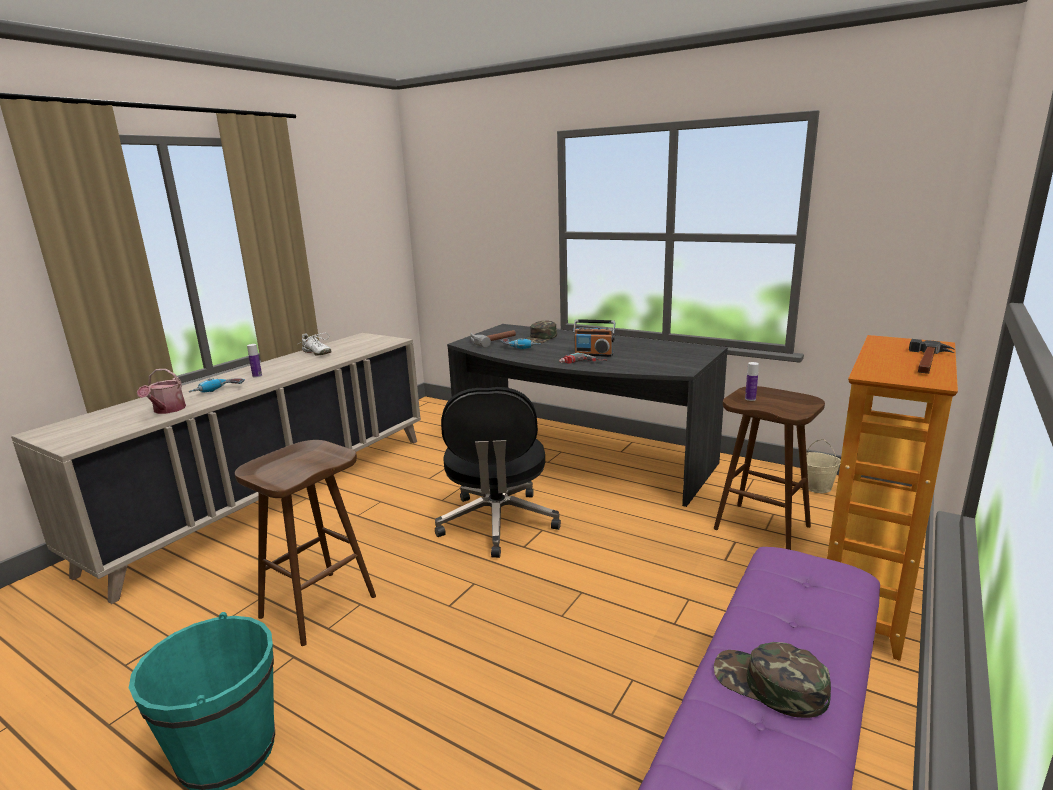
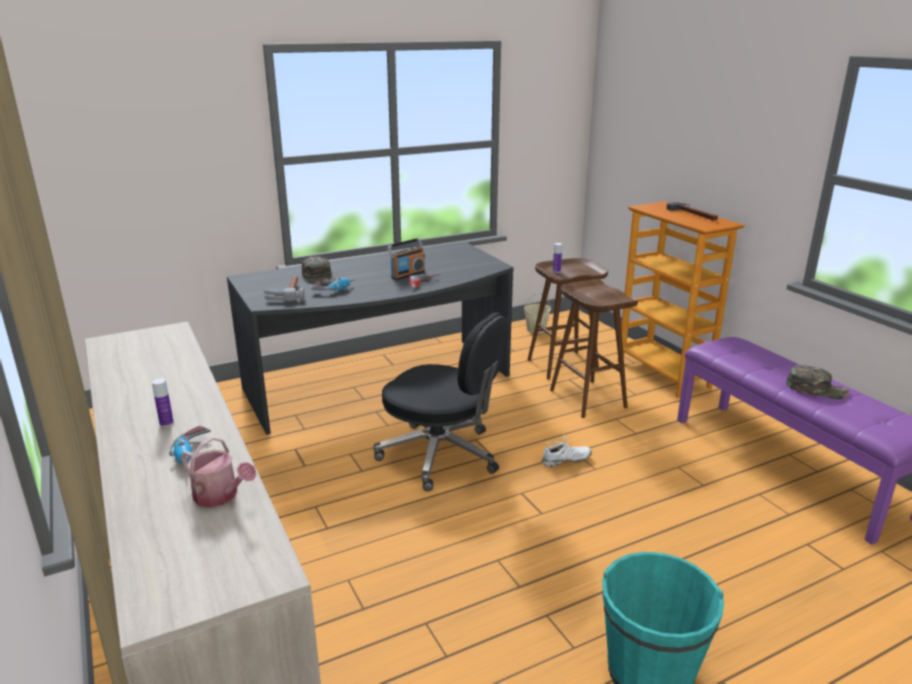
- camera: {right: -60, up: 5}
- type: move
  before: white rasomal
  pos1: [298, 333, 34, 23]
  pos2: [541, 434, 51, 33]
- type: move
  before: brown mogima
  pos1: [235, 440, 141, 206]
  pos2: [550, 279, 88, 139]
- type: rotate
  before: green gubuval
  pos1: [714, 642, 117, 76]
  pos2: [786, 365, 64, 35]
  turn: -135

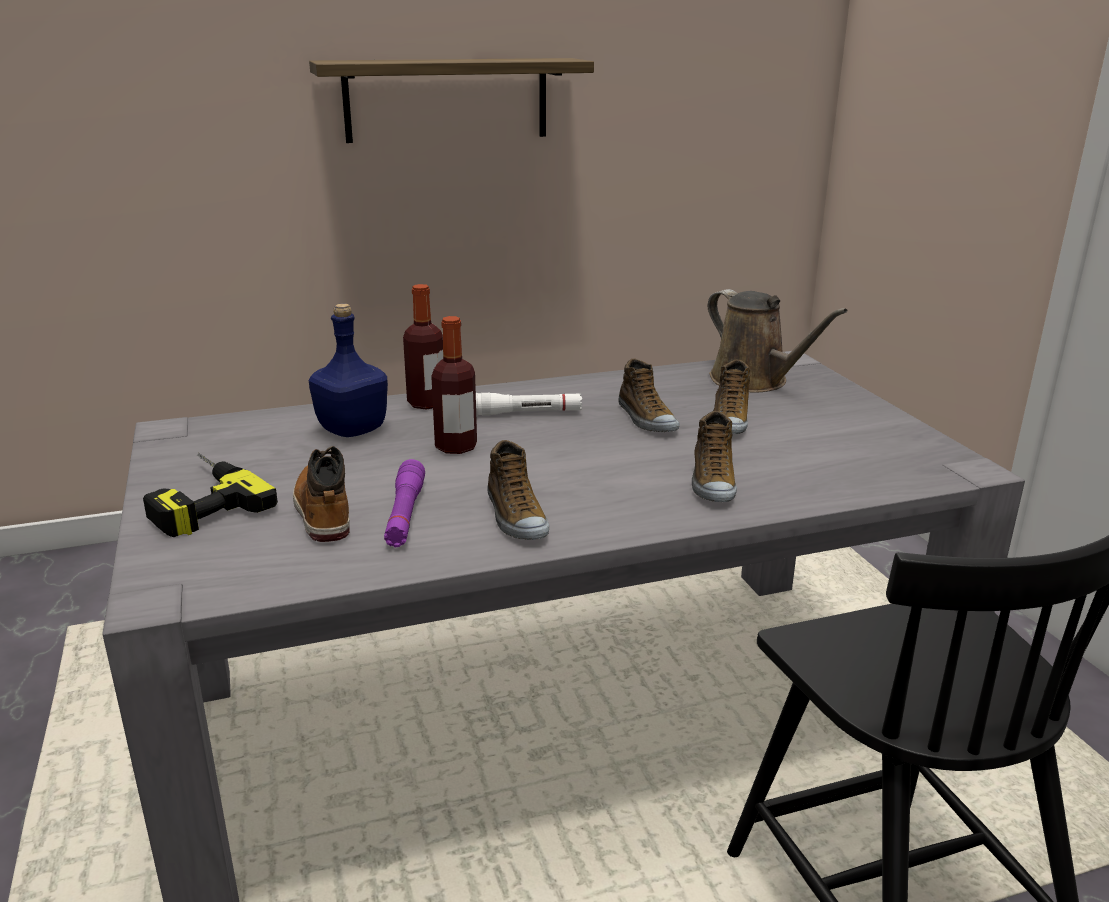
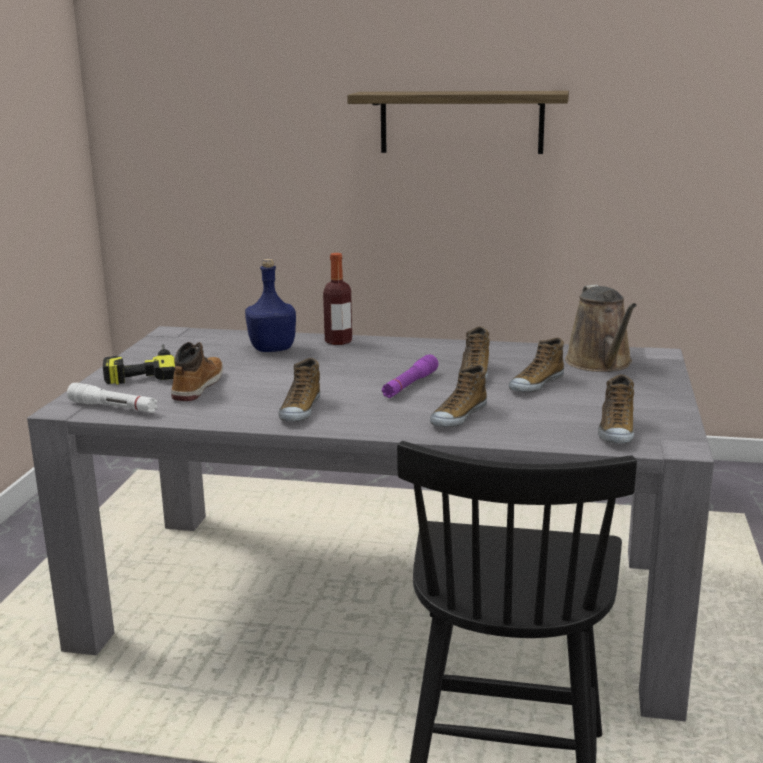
- camera: {right: 30, up: -5}
- type: move
  before: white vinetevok
  pos1: [476, 393, 106, 23]
  pos2: [67, 383, 91, 30]
- type: move
  before: purple vinetevok
  pos1: [384, 459, 41, 88]
  pos2: [382, 354, 56, 44]
- type: insert
  after: rasomal
  pos2: [598, 374, 36, 70]
- type: delete
  before: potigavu
  pos1: [431, 316, 46, 138]

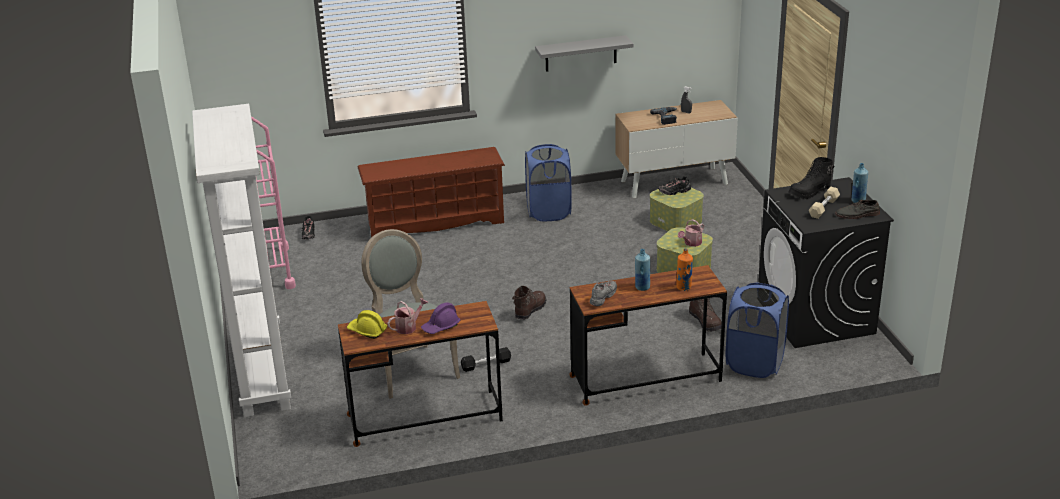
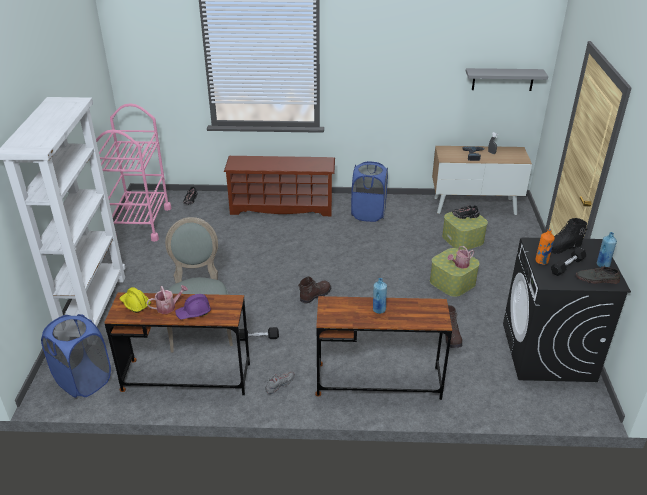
- camera: {right: 15, up: 5}
- type: move
  before: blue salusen
  pos1: [726, 282, 63, 96]
  pos2: [41, 314, 70, 84]
- type: move
  before: grey rasomal
  pos1: [590, 281, 27, 25]
  pos2: [265, 371, 30, 23]
- type: move
  before: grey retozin
  pos1: [535, 35, 99, 37]
  pos2: [466, 68, 82, 23]
- type: move
  before: orange potigavu
  pos1: [676, 248, 17, 43]
  pos2: [535, 229, 20, 36]
- type: recolor
  before: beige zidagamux
  after: black zidagamux
  pos1: [809, 187, 31, 32]
  pos2: [551, 247, 35, 29]

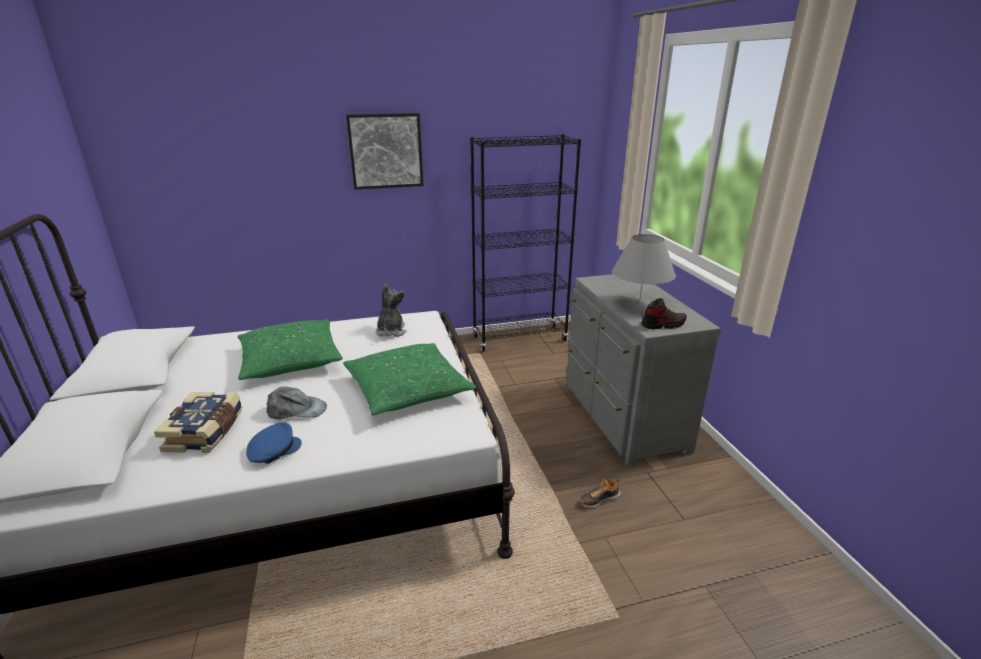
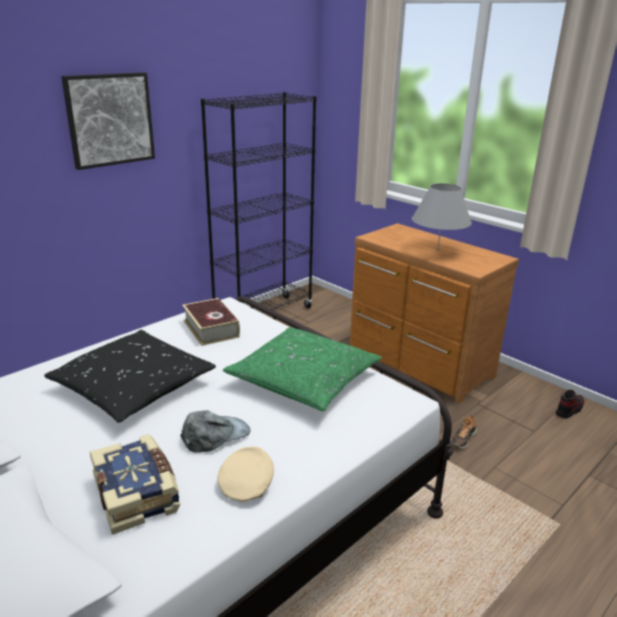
- camera: {right: -30, up: 0}
- type: recolor
  before: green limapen
  after: black limapen
  pos1: [238, 319, 105, 61]
  pos2: [44, 330, 172, 93]
- type: replace
  before: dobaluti
  after: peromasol
  pos1: [375, 284, 32, 53]
  pos2: [182, 298, 58, 48]
- type: recolor
  before: blue gubuval
  after: beige gubuval
  pos1: [246, 422, 56, 42]
  pos2: [218, 446, 56, 56]
- type: recolor
  before: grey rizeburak
  after: brown rizeburak
  pos1: [566, 274, 155, 192]
  pos2: [350, 223, 169, 180]
- type: move
  before: rasomal
  pos1: [642, 298, 45, 31]
  pos2: [556, 390, 28, 29]

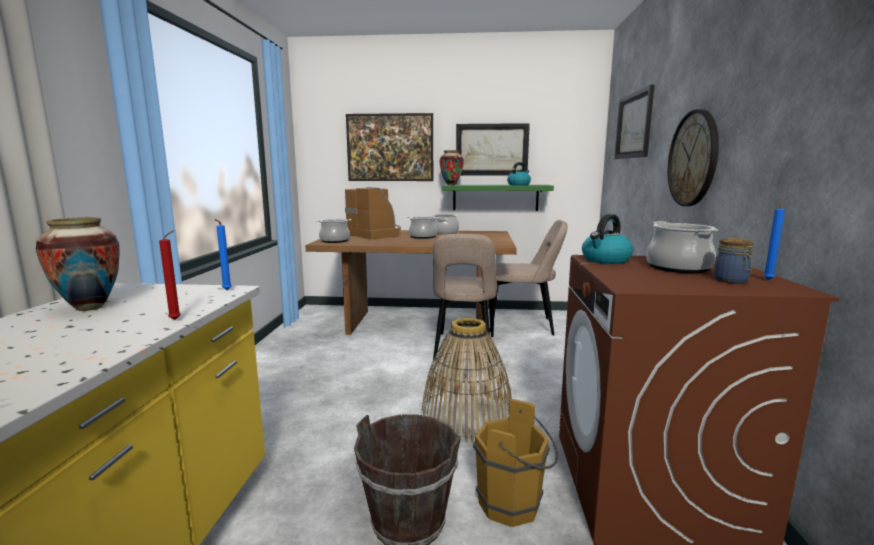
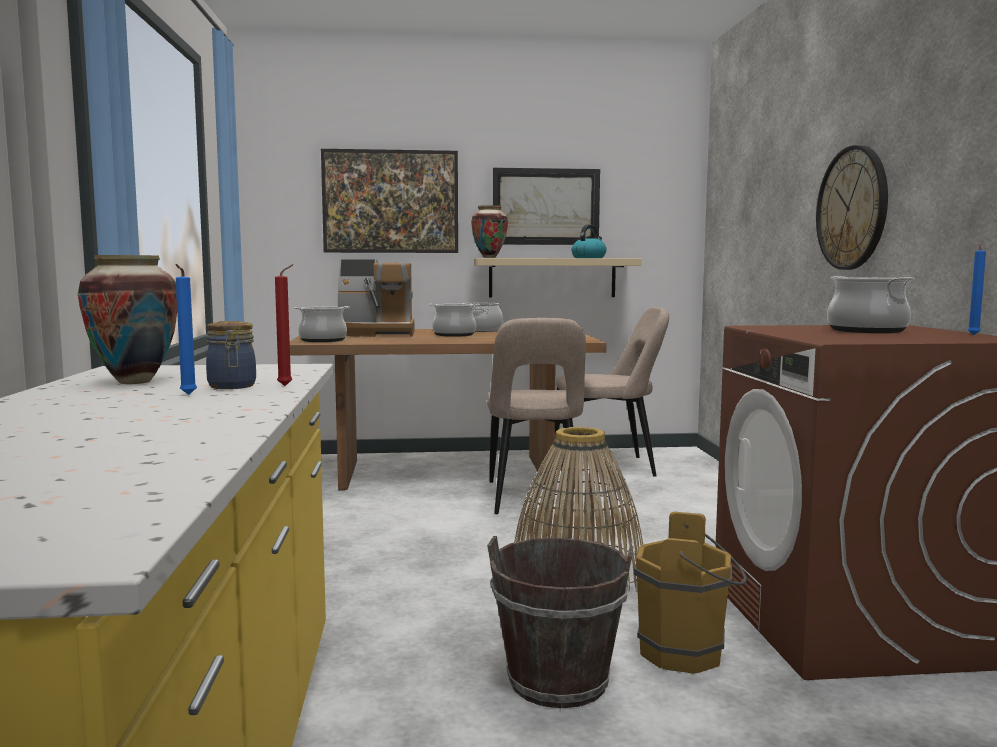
- camera: {right: -10, up: -5}
- type: move
  before: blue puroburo
  pos1: [214, 219, 18, 71]
  pos2: [175, 264, 22, 131]
- type: move
  before: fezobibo
  pos1: [714, 238, 40, 46]
  pos2: [206, 321, 50, 68]
- type: rotate
  before: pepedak
  pos1: [345, 187, 56, 53]
  pos2: [338, 260, 76, 77]
  turn: 135
- type: recolor
  before: green retozin
  after: beige retozin
  pos1: [442, 185, 112, 26]
  pos2: [474, 258, 167, 40]
- type: delete
  before: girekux
  pos1: [582, 214, 51, 50]
- type: delete
  before: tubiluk
  pos1: [614, 84, 40, 75]

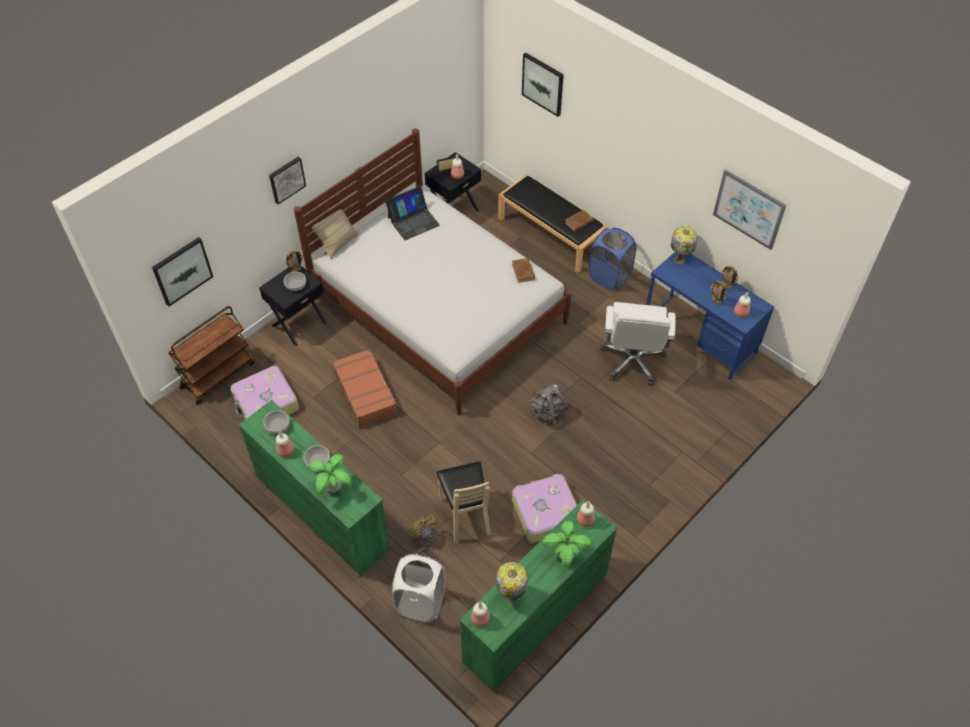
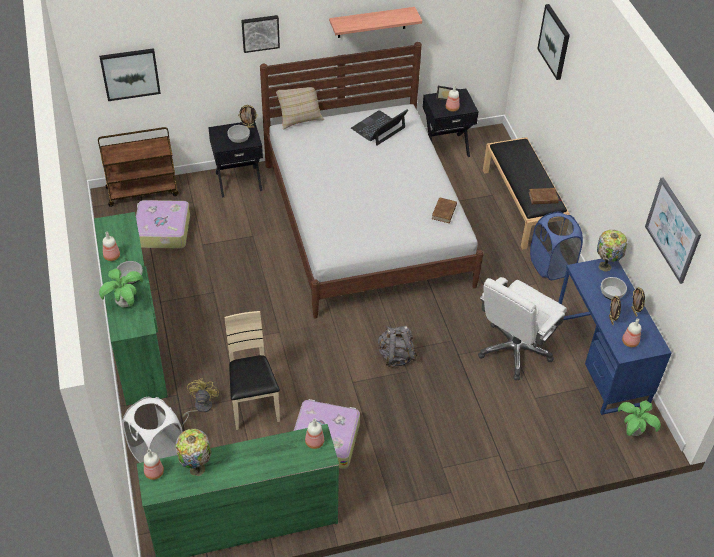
- camera: {right: 30, up: -5}
- type: rotate
  before: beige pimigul
  pos1: [436, 462, 55, 81]
  pos2: [224, 311, 56, 119]
  turn: 150
- type: insert
  after: retozin
  pos2: [329, 7, 93, 31]
- type: rotate
  before: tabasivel
  pos1: [385, 186, 55, 54]
  pos2: [351, 109, 57, 37]
  turn: 135
- type: move
  before: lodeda
  pos1: [263, 410, 27, 24]
  pos2: [601, 277, 26, 23]
- type: move
  before: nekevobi
  pos1: [543, 521, 49, 47]
  pos2: [618, 400, 43, 36]
- type: delete
  before: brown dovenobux
  pos1: [333, 349, 64, 79]

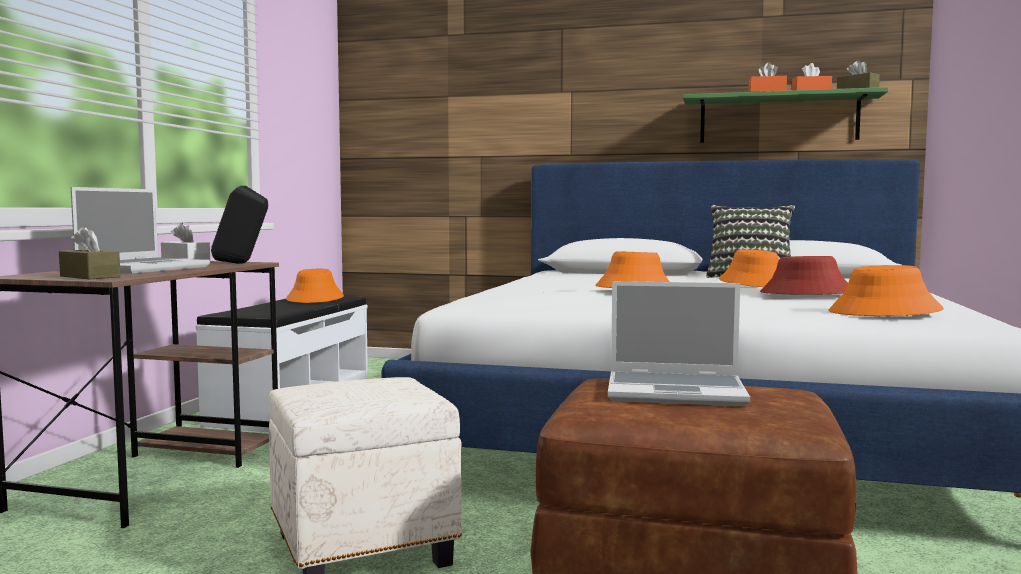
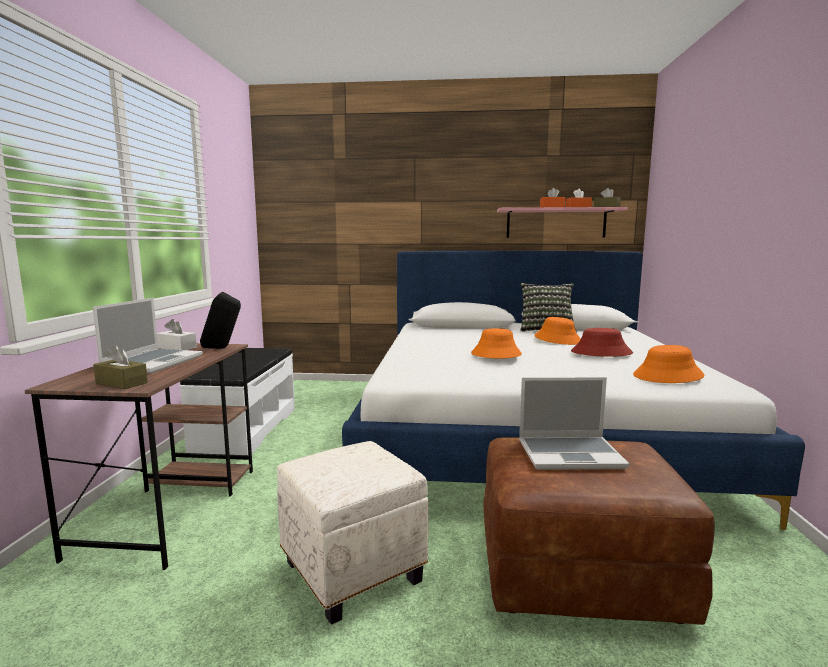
- camera: {right: -10, up: 5}
- type: recolor
  before: green retozin
  after: pink retozin
  pos1: [683, 87, 206, 56]
  pos2: [497, 207, 131, 31]
- type: delete
  before: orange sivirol
  pos1: [286, 269, 58, 34]

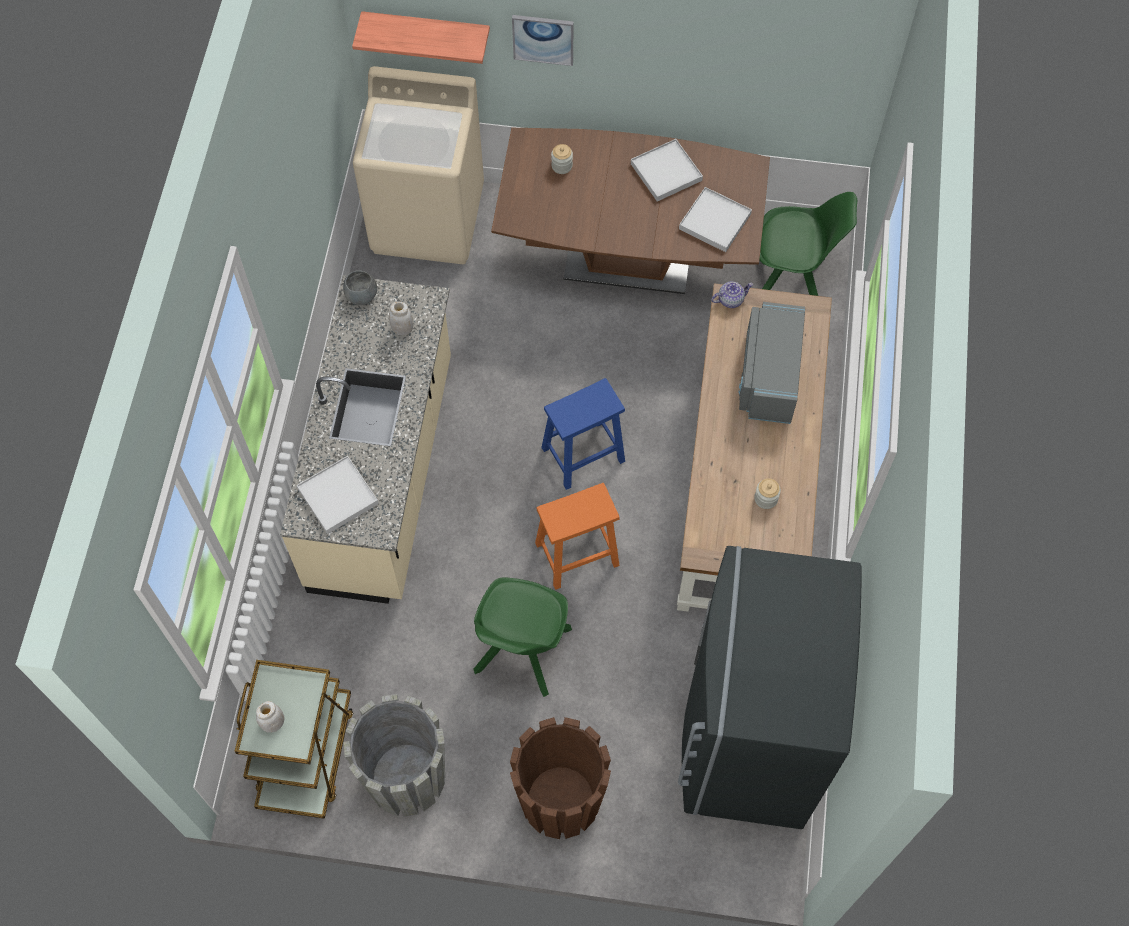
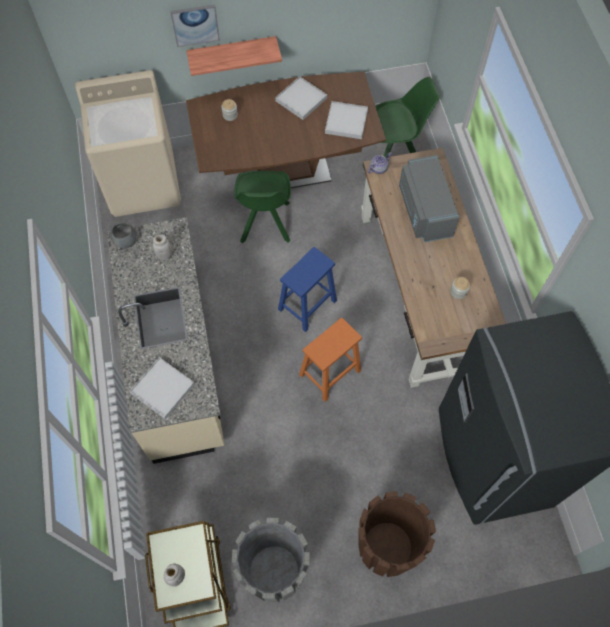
- camera: {right: -20, up: 0}
- type: move
  before: retozin
  pos1: [352, 11, 138, 53]
  pos2: [186, 36, 96, 40]
- type: move
  before: green pimigul
  pos1: [474, 577, 98, 120]
  pos2: [234, 171, 57, 73]

